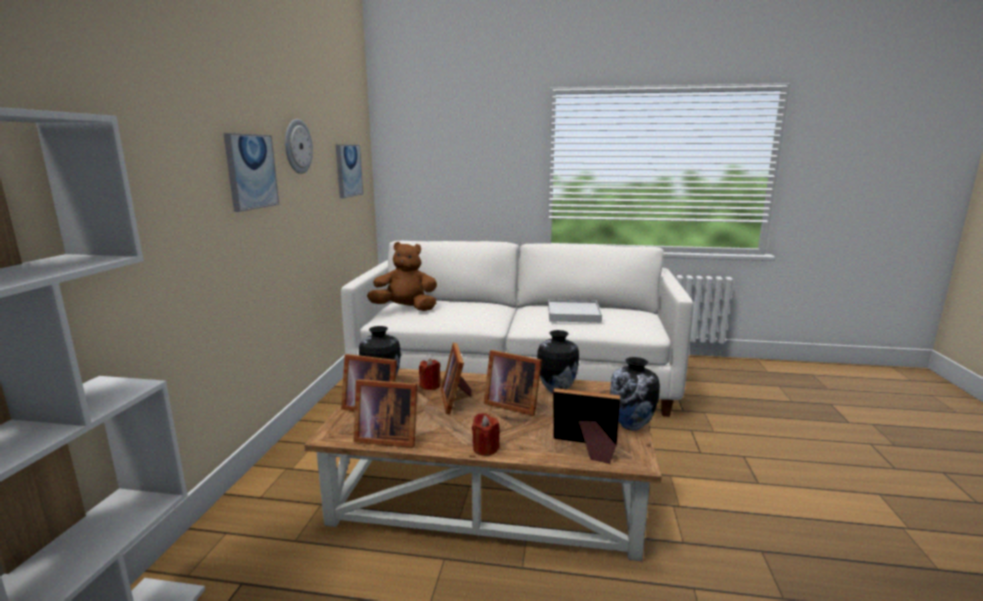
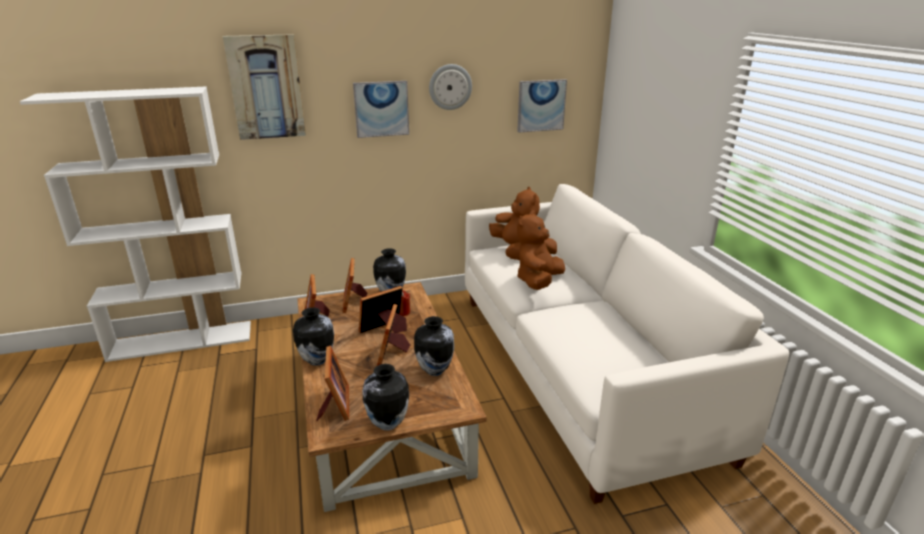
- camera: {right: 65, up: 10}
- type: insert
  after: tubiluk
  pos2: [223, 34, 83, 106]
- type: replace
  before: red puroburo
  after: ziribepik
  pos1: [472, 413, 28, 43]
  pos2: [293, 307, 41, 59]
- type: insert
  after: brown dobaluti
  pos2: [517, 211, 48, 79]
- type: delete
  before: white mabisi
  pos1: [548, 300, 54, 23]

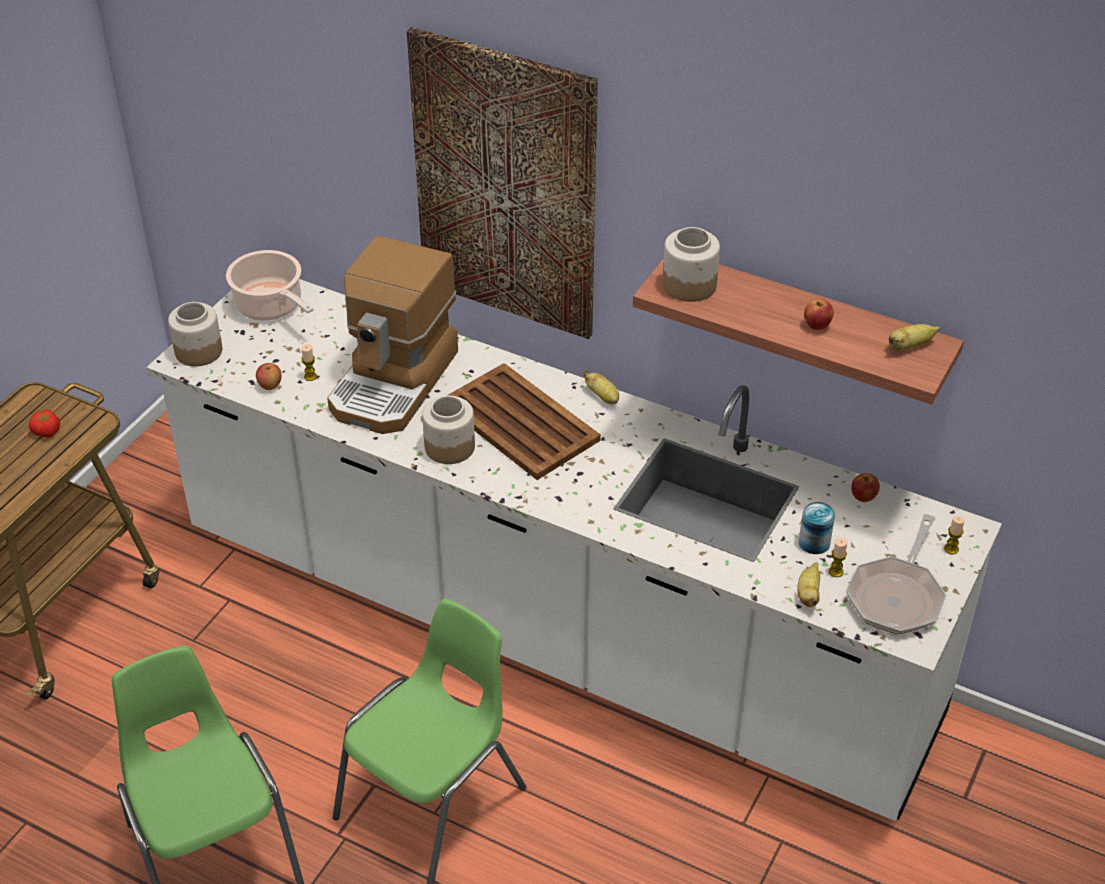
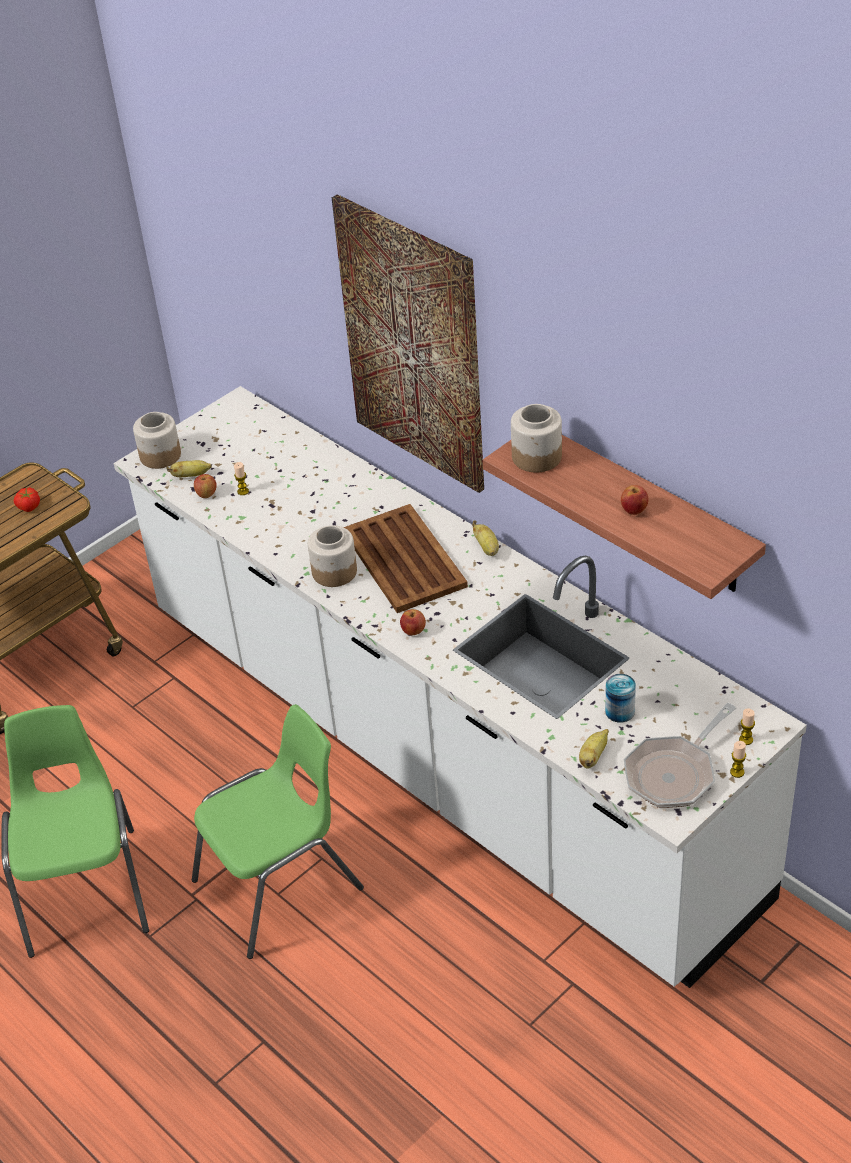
- camera: {right: 20, up: 0}
- type: move
  before: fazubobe
  pos1: [889, 324, 51, 26]
  pos2: [166, 460, 46, 17]
- type: move
  before: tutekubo
  pos1: [851, 473, 29, 29]
  pos2: [400, 609, 26, 27]
- type: move
  before: puroburo
  pos1: [829, 538, 18, 39]
  pos2: [730, 741, 16, 37]
- type: delete
  before: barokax
  pos1: [226, 250, 88, 70]
- type: delete
  before: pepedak
  pos1: [327, 236, 131, 198]

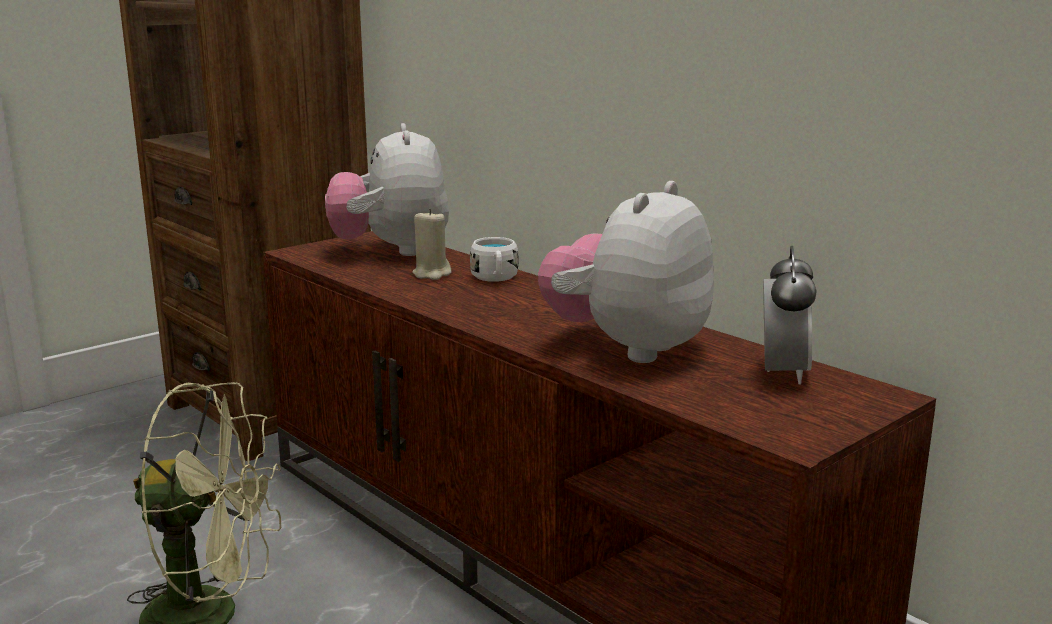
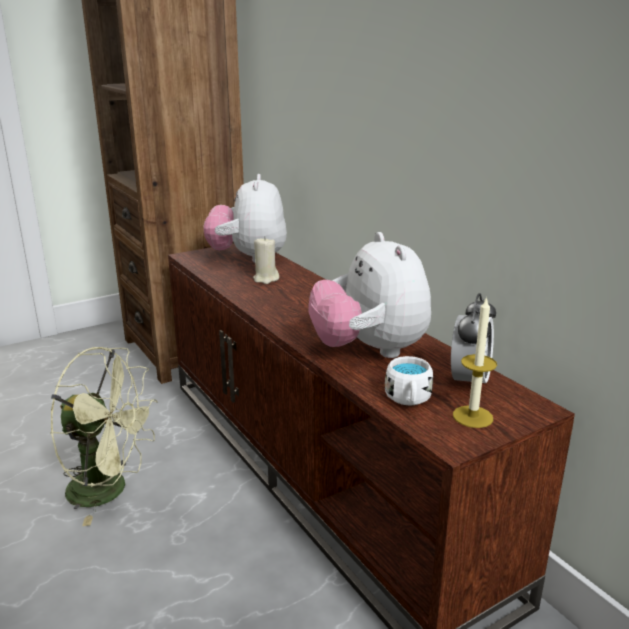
- camera: {right: 10, up: 5}
- type: rotate
  before: dobaluti
  pos1: [538, 181, 176, 182]
  pos2: [308, 232, 123, 126]
  turn: -60
- type: move
  before: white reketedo
  pos1: [470, 237, 49, 45]
  pos2: [385, 356, 48, 50]
- type: insert
  after: puroburo
  pos2: [453, 296, 44, 132]

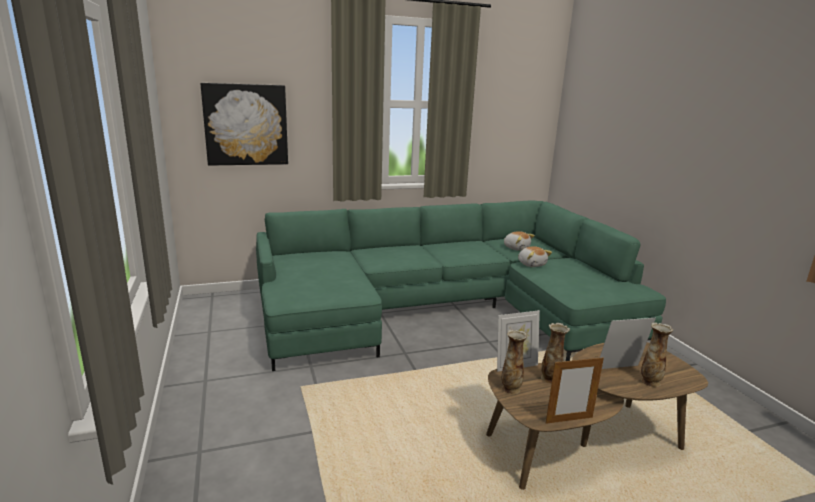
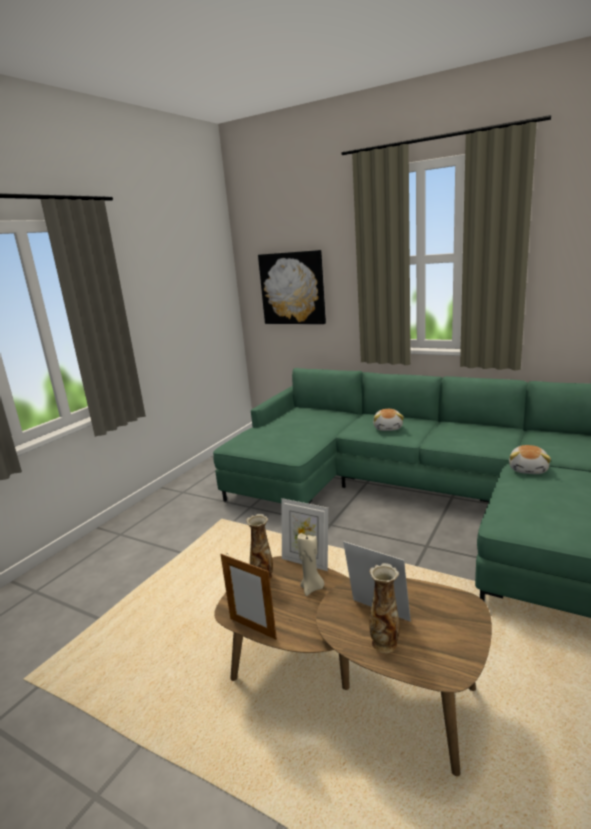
- camera: {right: 50, up: 0}
- type: replace
  before: ziribepik
  after: beige puroburo
  pos1: [541, 323, 29, 61]
  pos2: [297, 533, 27, 63]
- type: move
  before: dobaluti
  pos1: [504, 231, 31, 20]
  pos2: [373, 409, 31, 22]

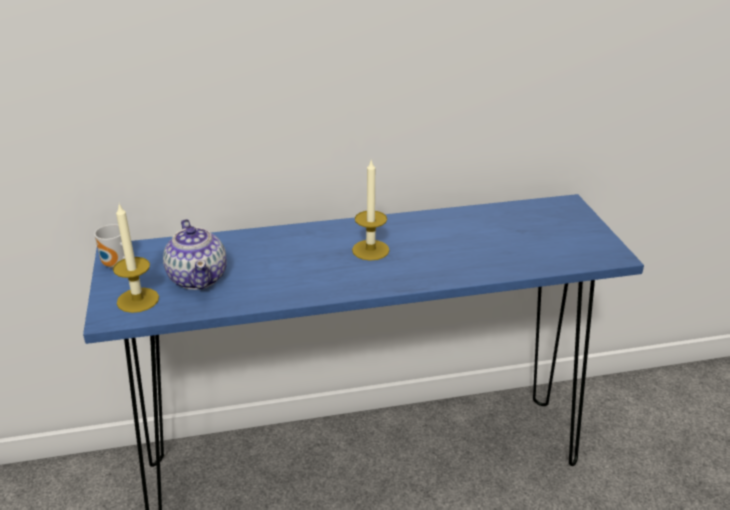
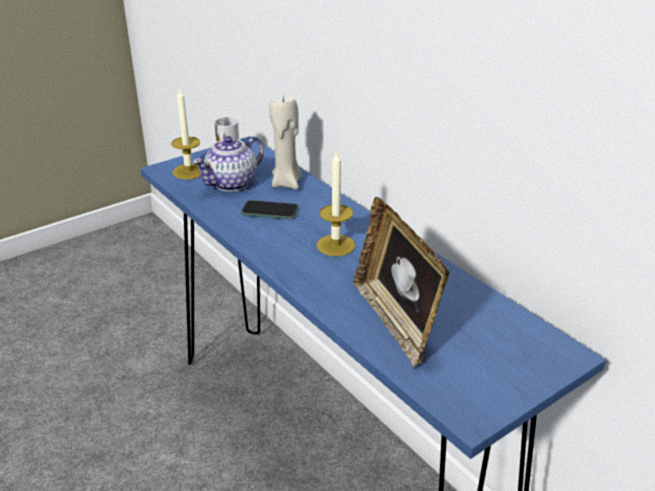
- camera: {right: 65, up: 0}
- type: insert
  after: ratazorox
  pos2: [241, 200, 58, 19]
- type: insert
  after: beige puroburo
  pos2: [269, 96, 33, 93]
- type: insert
  after: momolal
  pos2: [353, 197, 96, 171]

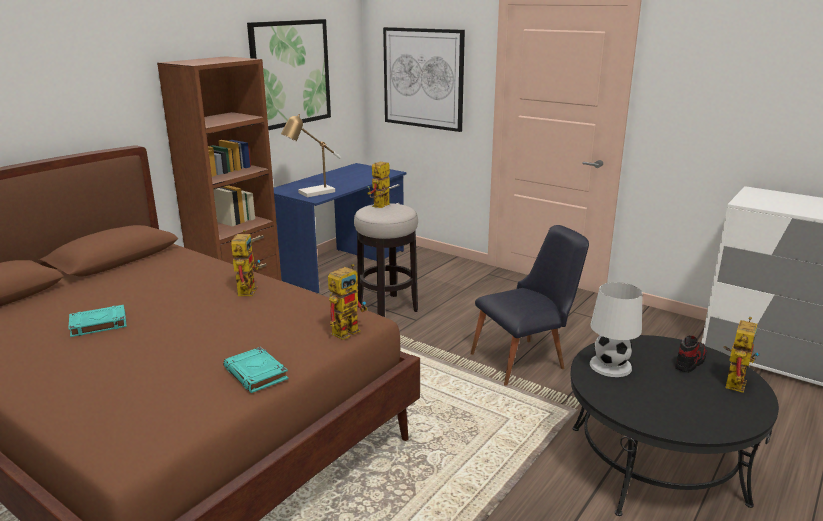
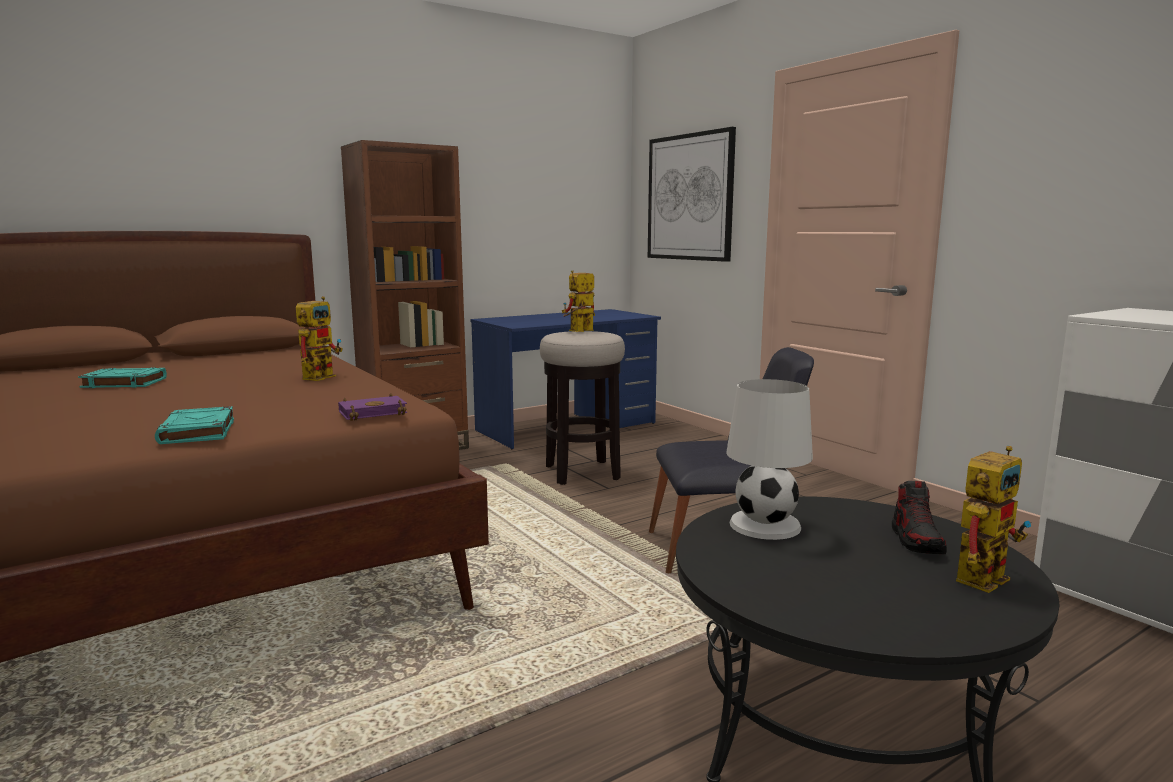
- camera: {right: 20, up: -10}
- type: replace
  before: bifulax
  after: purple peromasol
  pos1: [328, 264, 39, 76]
  pos2: [338, 393, 69, 28]
- type: rotate
  before: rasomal
  pos1: [675, 335, 32, 38]
  pos2: [892, 481, 55, 73]
  turn: 120
- type: delete
  before: tubiluk
  pos1: [247, 19, 84, 111]
- type: delete
  before: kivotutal
  pos1: [281, 114, 60, 83]

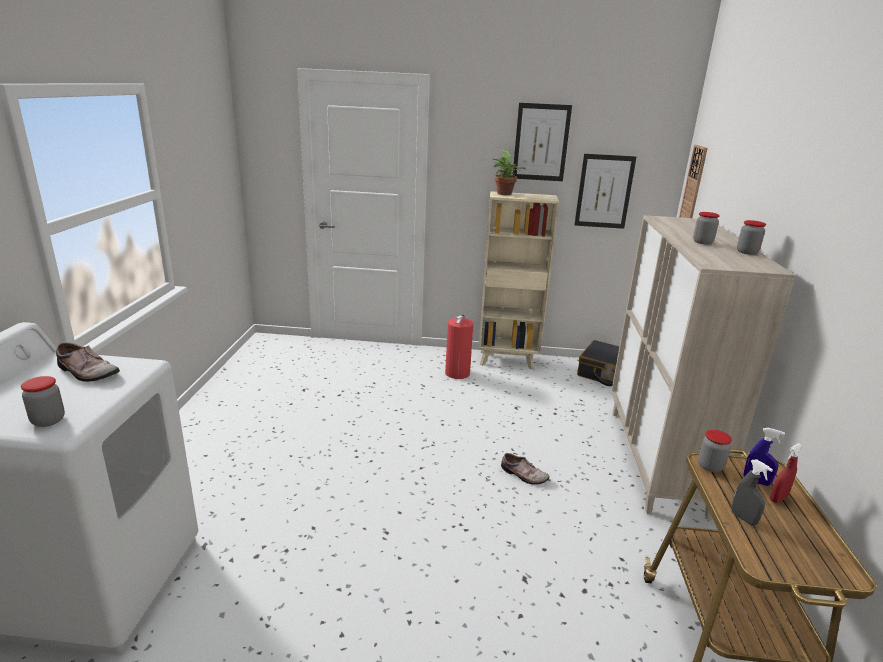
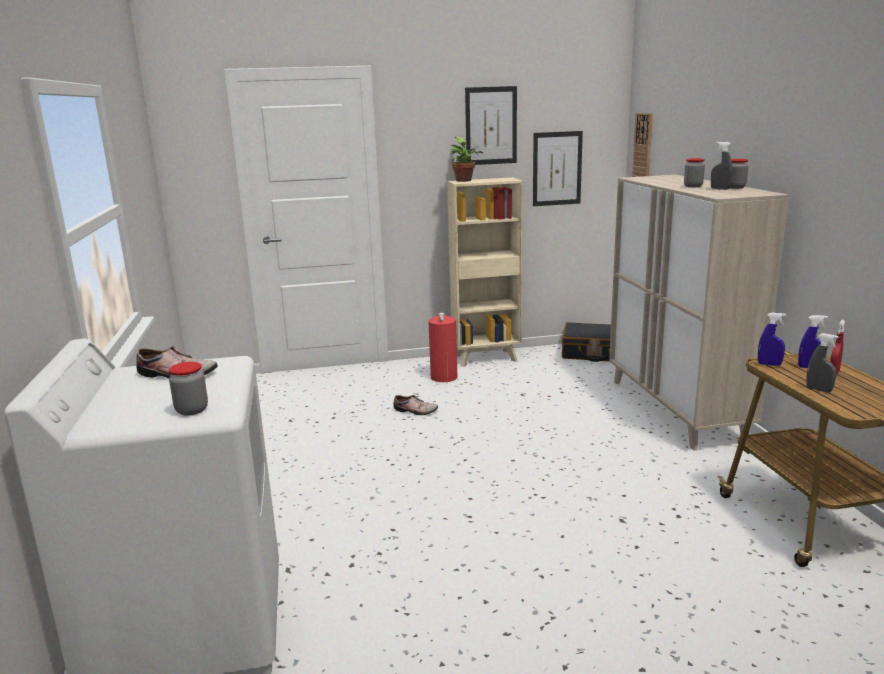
- camera: {right: -15, up: -5}
- type: move
  before: rasomal
  pos1: [501, 453, 49, 32]
  pos2: [393, 395, 45, 20]
- type: insert
  after: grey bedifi
  pos2: [711, 142, 21, 48]
- type: replace
  before: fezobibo
  after: blue bedifi
  pos1: [698, 430, 34, 42]
  pos2: [758, 312, 28, 54]

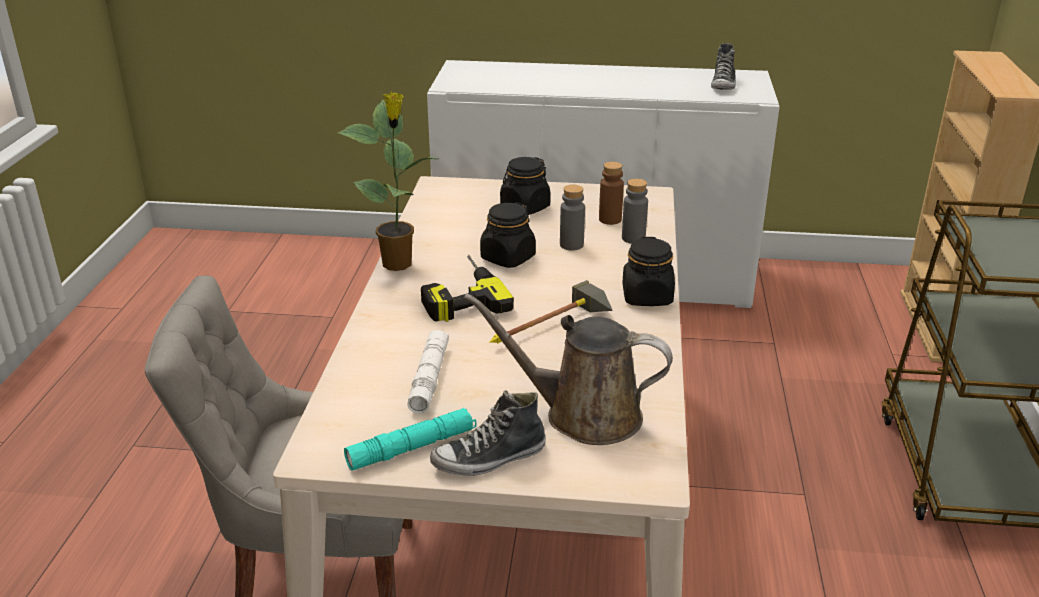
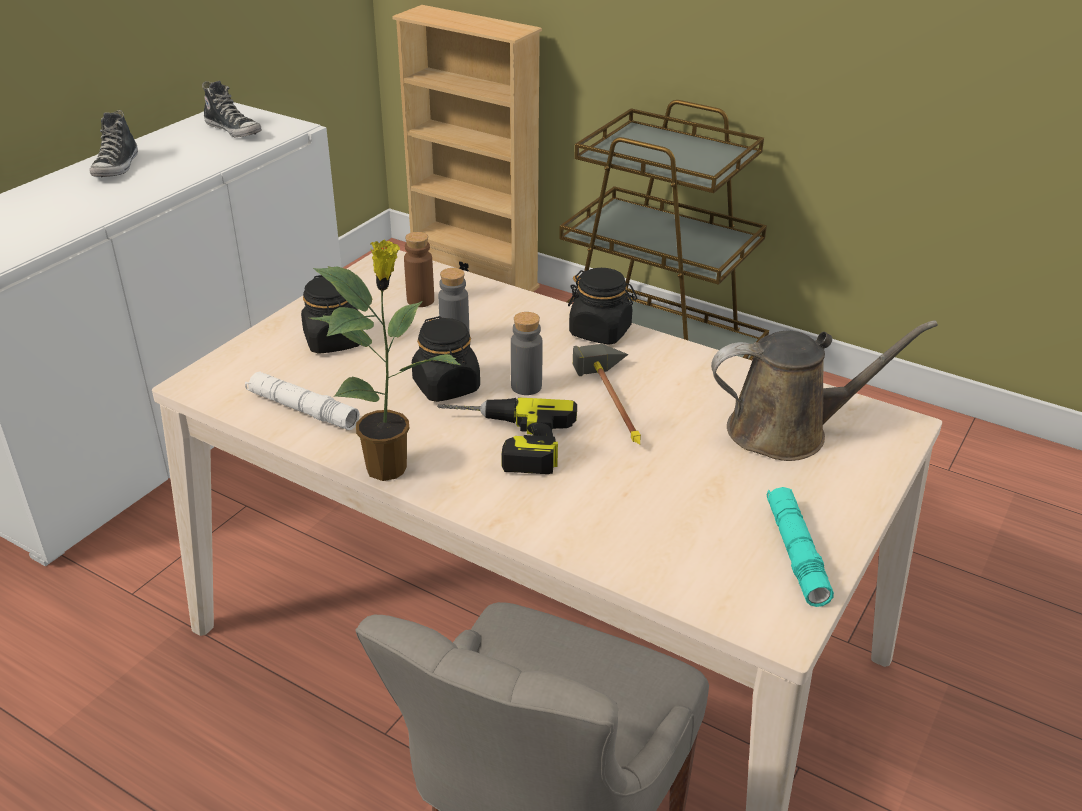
- camera: {right: -65, up: 5}
- type: move
  before: rasomal
  pos1: [430, 390, 116, 86]
  pos2: [89, 110, 49, 68]
- type: move
  before: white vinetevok
  pos1: [407, 330, 42, 84]
  pos2: [245, 372, 115, 58]
- type: move
  before: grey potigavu
  pos1: [622, 179, 26, 65]
  pos2: [511, 312, 32, 83]
- type: rotate
  before: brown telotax
  pos1: [464, 293, 209, 152]
  pos2: [711, 321, 227, 140]
  turn: -135

